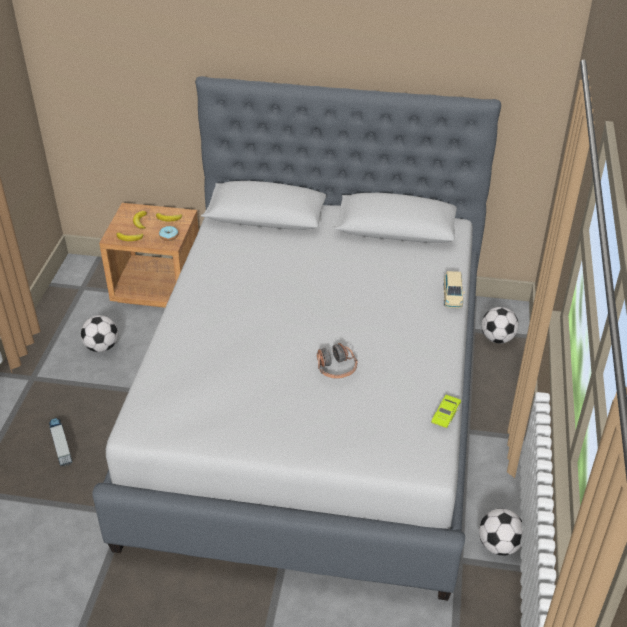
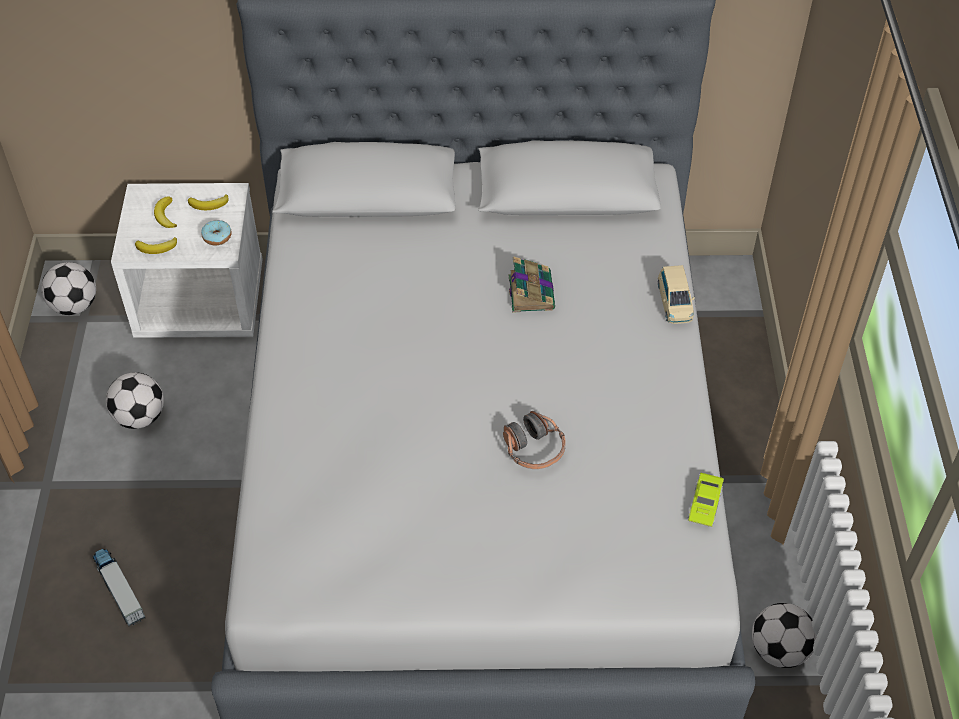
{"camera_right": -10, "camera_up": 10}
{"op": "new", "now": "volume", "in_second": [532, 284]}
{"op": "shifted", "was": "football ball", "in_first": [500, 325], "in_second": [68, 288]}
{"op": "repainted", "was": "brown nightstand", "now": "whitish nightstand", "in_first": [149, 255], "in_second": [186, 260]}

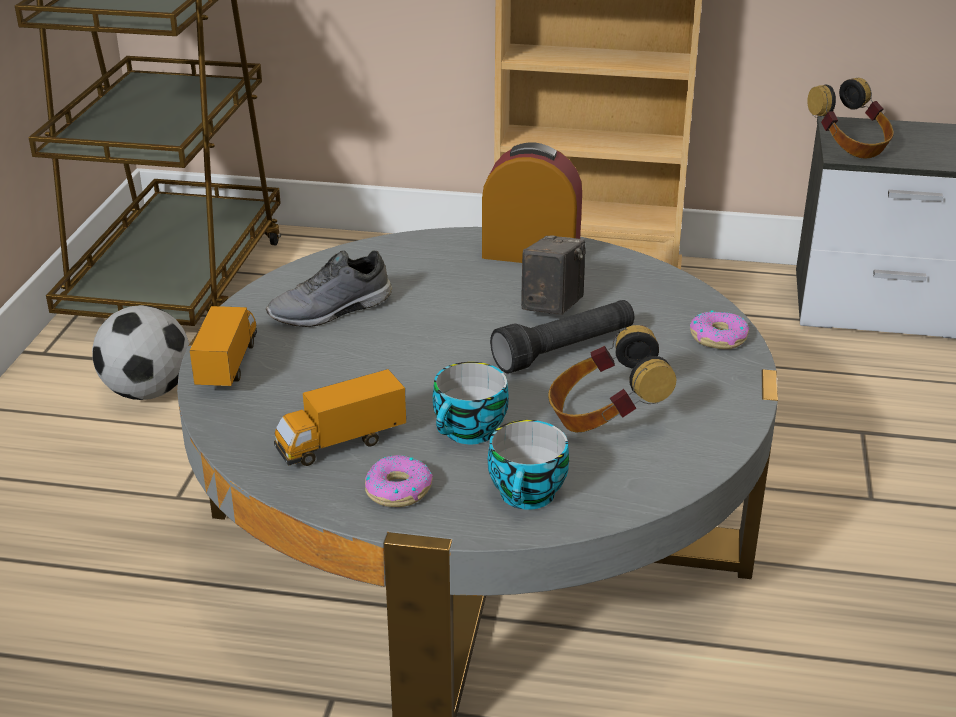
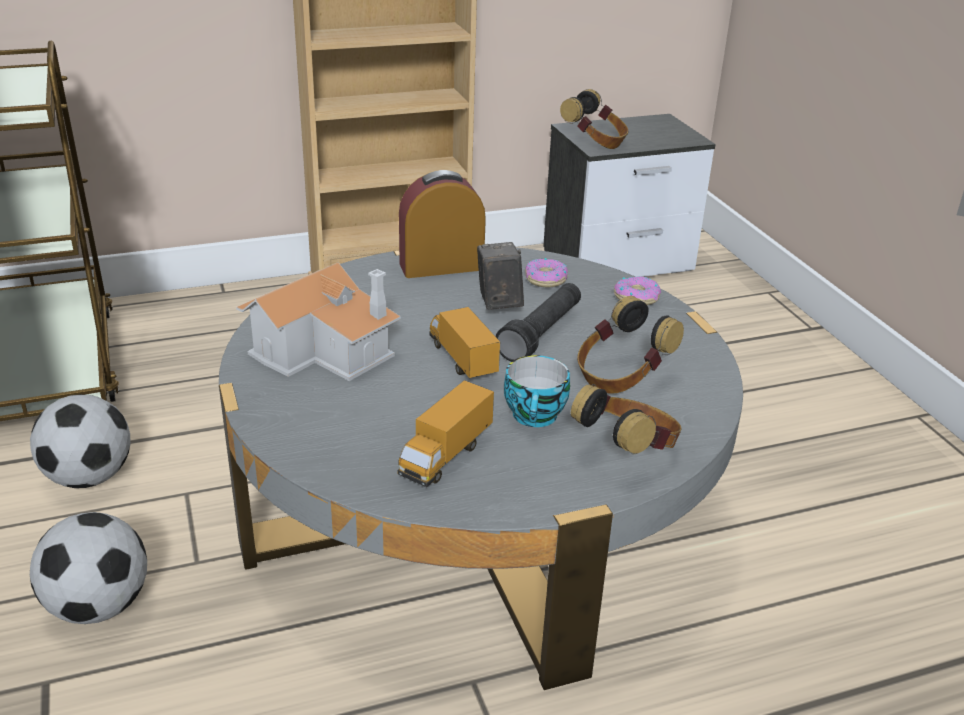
{"camera_right": -30, "camera_up": 0}
{"op": "new", "now": "football ball", "in_second": [88, 568]}
{"op": "shifted", "was": "toy lorry", "in_first": [223, 346], "in_second": [464, 342]}
{"op": "shifted", "was": "doughnut", "in_first": [399, 481], "in_second": [546, 273]}
{"op": "swapped", "was": "gray shoe", "now": "toy house", "in_first": [329, 288], "in_second": [318, 321]}
{"op": "swapped", "was": "cup", "now": "headset", "in_first": [528, 465], "in_second": [626, 419]}

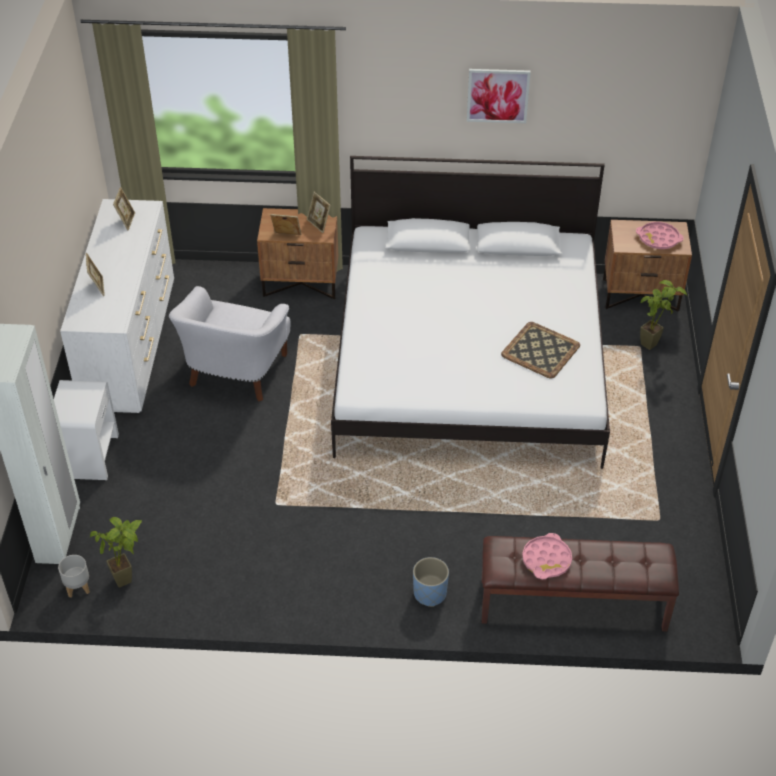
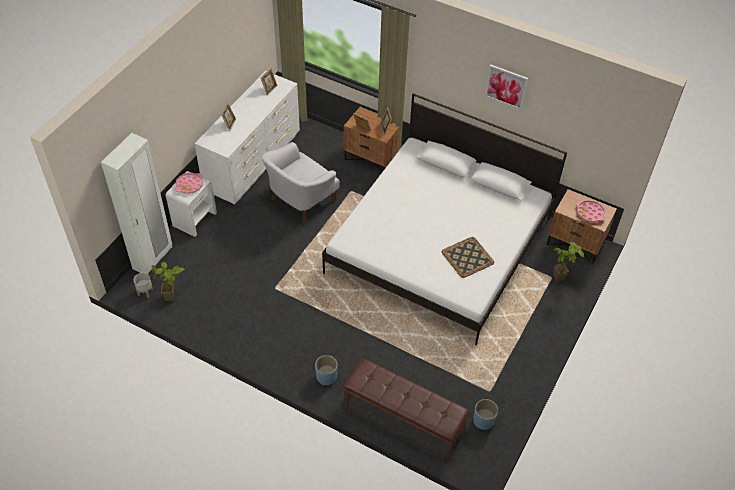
{"camera_right": 25, "camera_up": 5}
{"op": "new", "now": "blue-coloured flower pot", "in_second": [485, 414]}
{"op": "shifted", "was": "pinkish serving tray", "in_first": [547, 556], "in_second": [189, 183]}

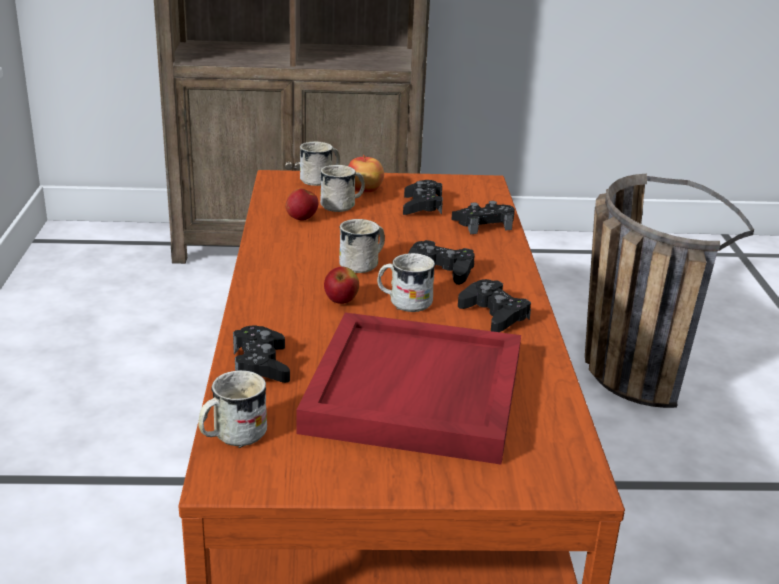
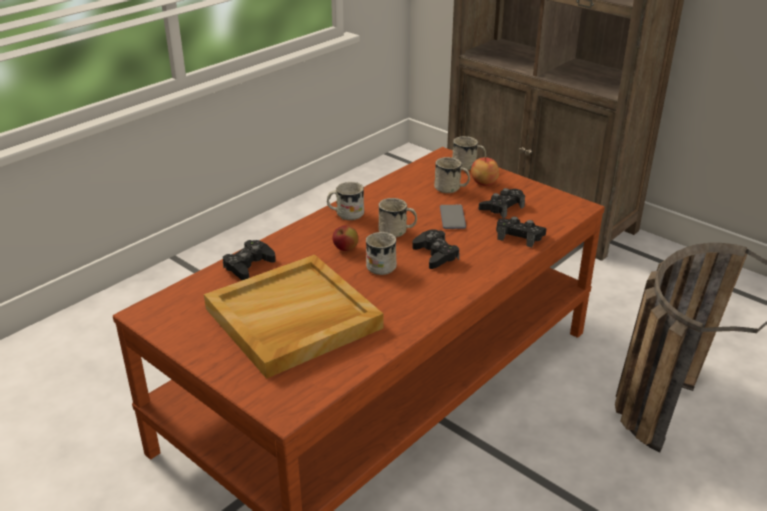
{"camera_right": 45, "camera_up": 5}
{"op": "gone", "was": "whole apple", "in_first": [302, 204]}
{"op": "gone", "was": "black gamepad", "in_first": [494, 305]}
{"op": "new", "now": "phone", "in_second": [453, 217]}
{"op": "shifted", "was": "whitish coffee mug", "in_first": [233, 409], "in_second": [345, 201]}
{"op": "repainted", "was": "red-coloured serving tray", "now": "beige serving tray", "in_first": [408, 388], "in_second": [293, 317]}

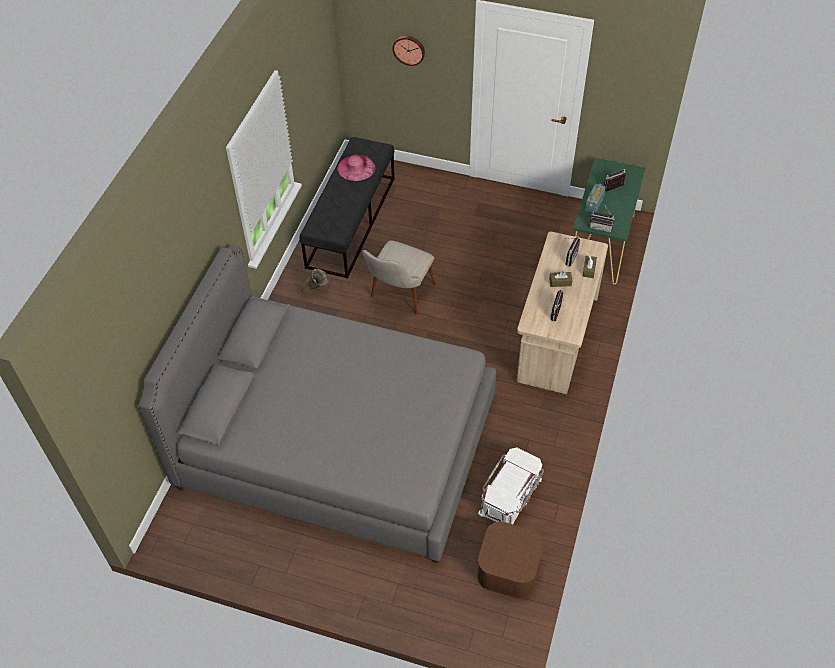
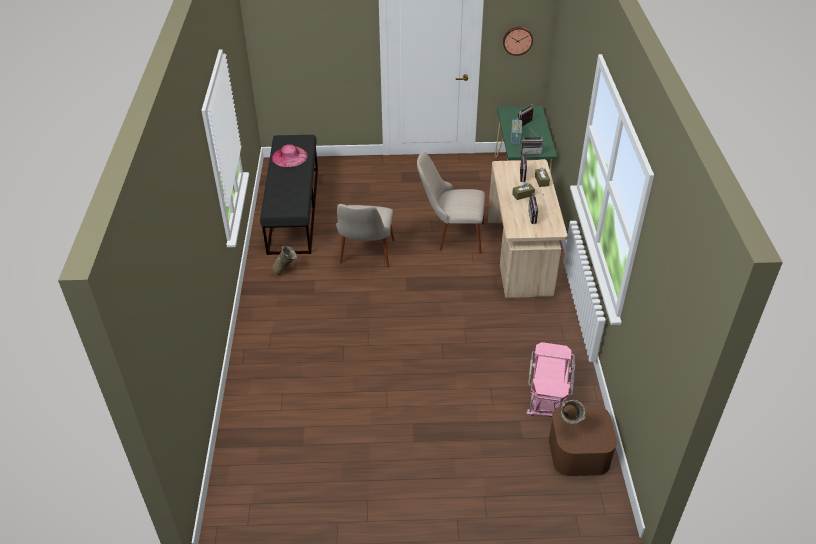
{"camera_right": -20, "camera_up": -10}
{"op": "gone", "was": "gray bedroom bed", "in_first": [317, 404]}
{"op": "new", "now": "beige plain chair", "in_second": [451, 203]}
{"op": "new", "now": "beige decorative vase", "in_second": [573, 412]}
{"op": "shifted", "was": "hanging clock", "in_first": [409, 51], "in_second": [518, 41]}
{"op": "repainted", "was": "whitish storage container", "now": "pinkish storage container", "in_first": [510, 485], "in_second": [551, 379]}

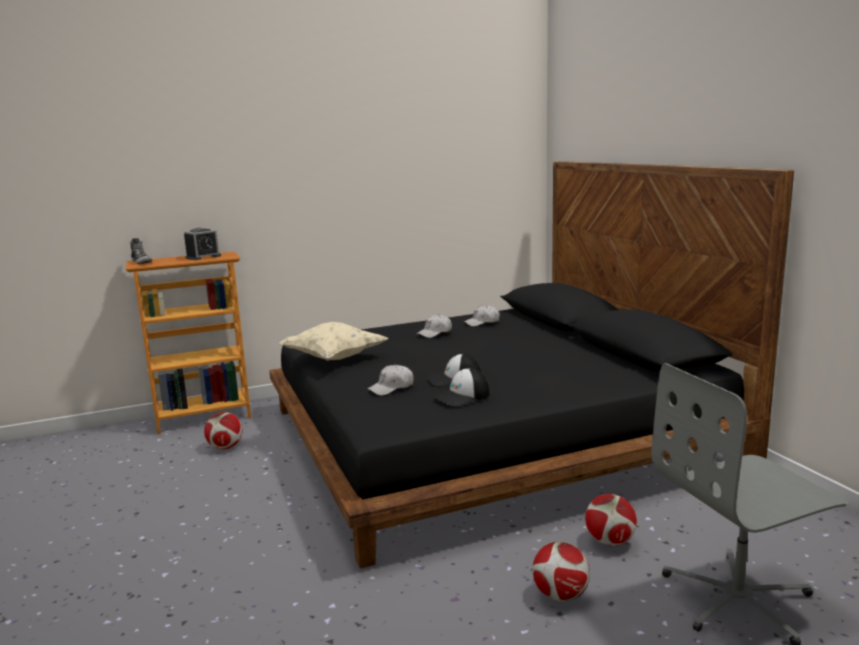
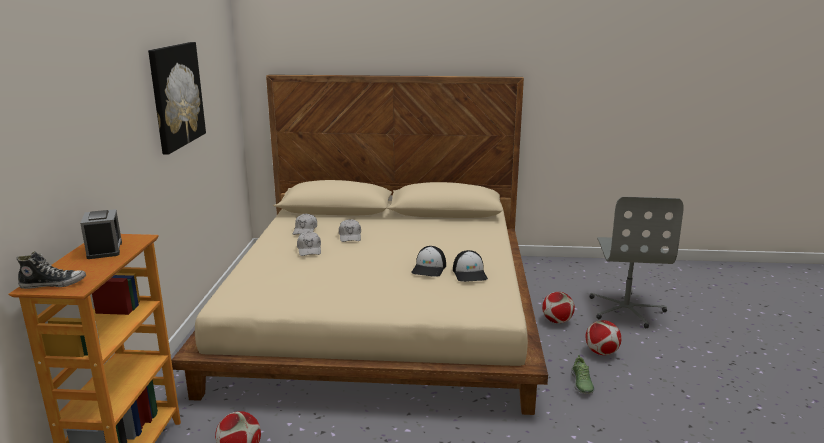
{"camera_right": -65, "camera_up": 5}
{"op": "gone", "was": "beige throw pillow", "in_first": [333, 341]}
{"op": "new", "now": "wall picture", "in_second": [177, 98]}
{"op": "new", "now": "shoe", "in_second": [582, 374]}
{"op": "shifted", "was": "whitish peaked cap", "in_first": [390, 380], "in_second": [350, 230]}
{"op": "repainted", "was": "black bedroom bed", "now": "beige bedroom bed", "in_first": [531, 365], "in_second": [359, 244]}

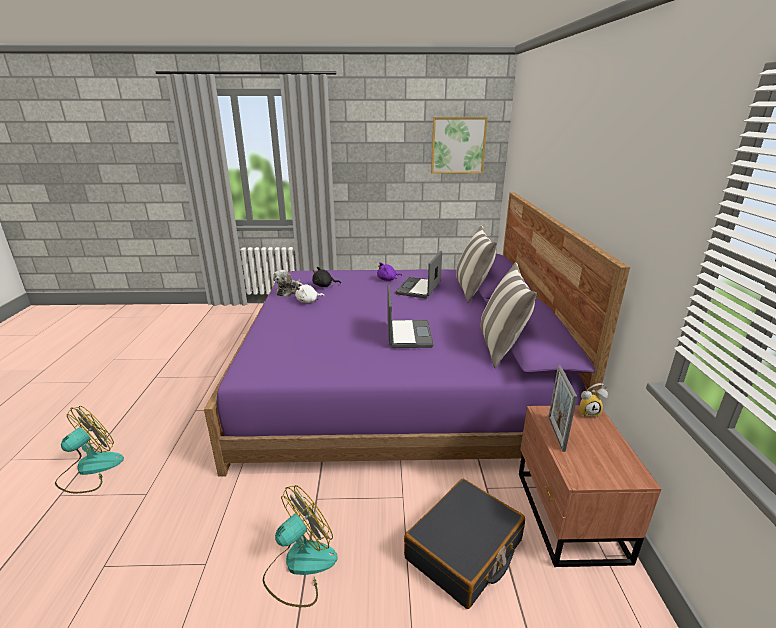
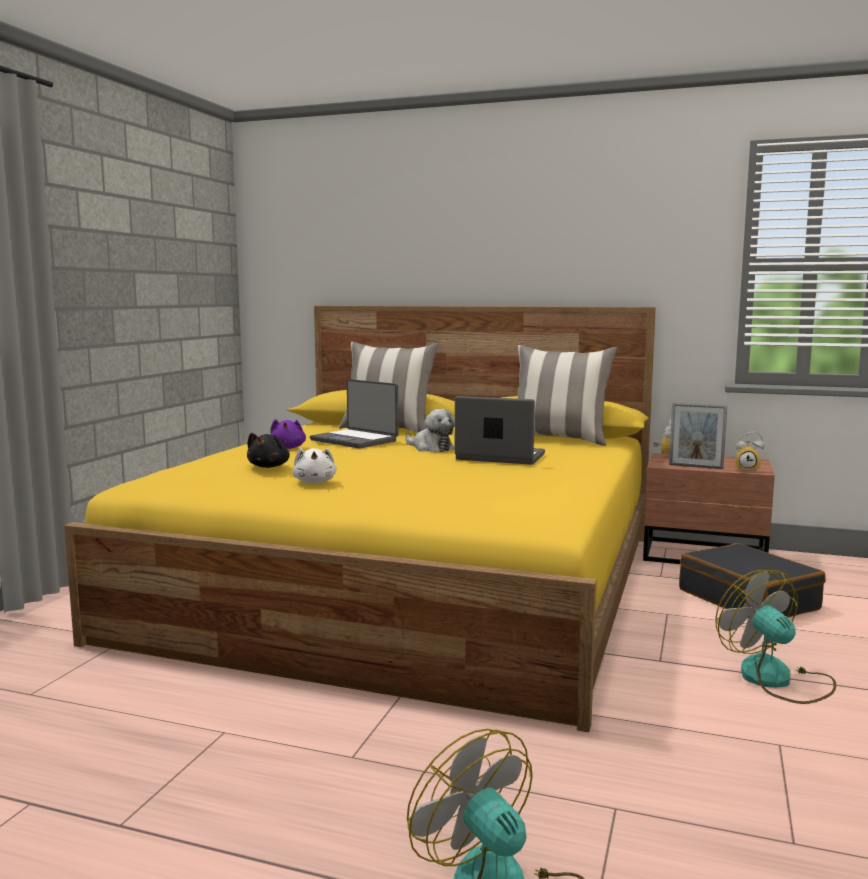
{"camera_right": -70, "camera_up": -15}
{"op": "gone", "was": "wall picture", "in_first": [459, 145]}
{"op": "new", "now": "alarm clock", "in_second": [749, 452]}
{"op": "shifted", "was": "soft toy", "in_first": [287, 283], "in_second": [430, 430]}
{"op": "repainted", "was": "purple bedroom bed", "now": "yellowish bedroom bed", "in_first": [417, 335], "in_second": [360, 519]}

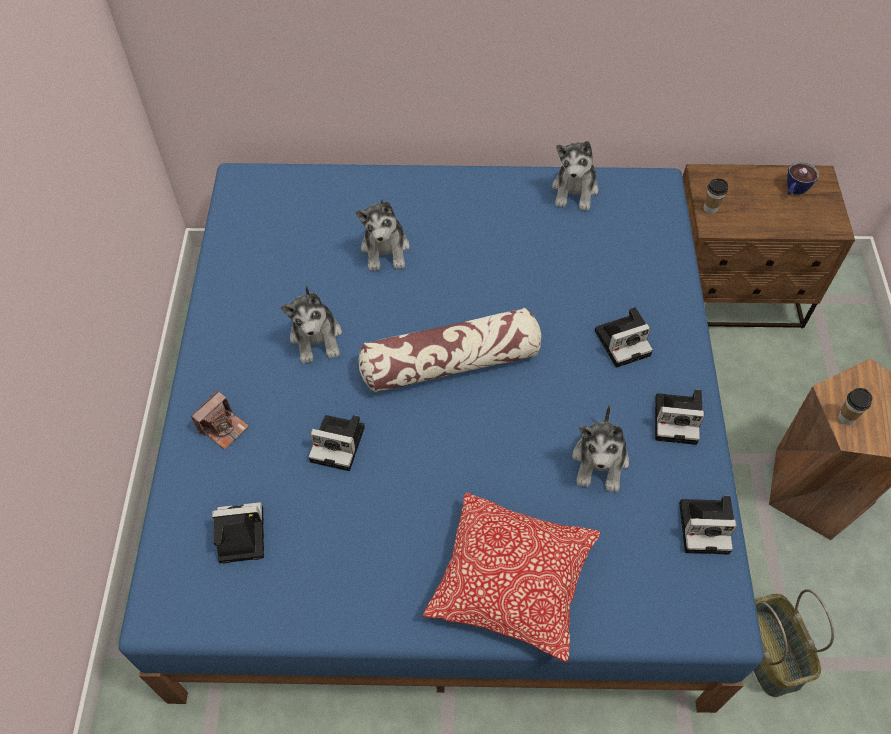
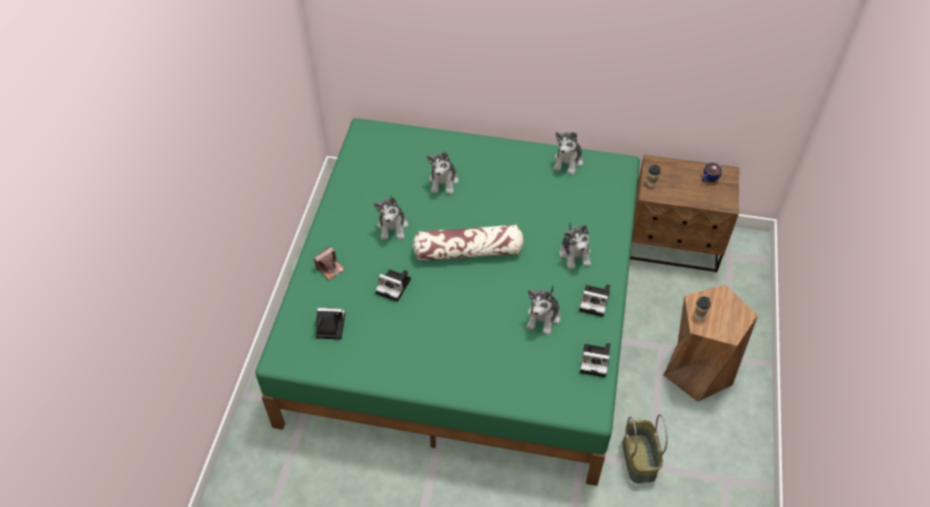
{"camera_right": 10, "camera_up": -5}
{"op": "gone", "was": "throw pillow", "in_first": [511, 577]}
{"op": "swapped", "was": "still camera", "now": "soft toy", "in_first": [624, 337], "in_second": [575, 245]}
{"op": "repainted", "was": "blue-coloured bedroom bed", "now": "green-coloured bedroom bed", "in_first": [441, 438], "in_second": [447, 302]}

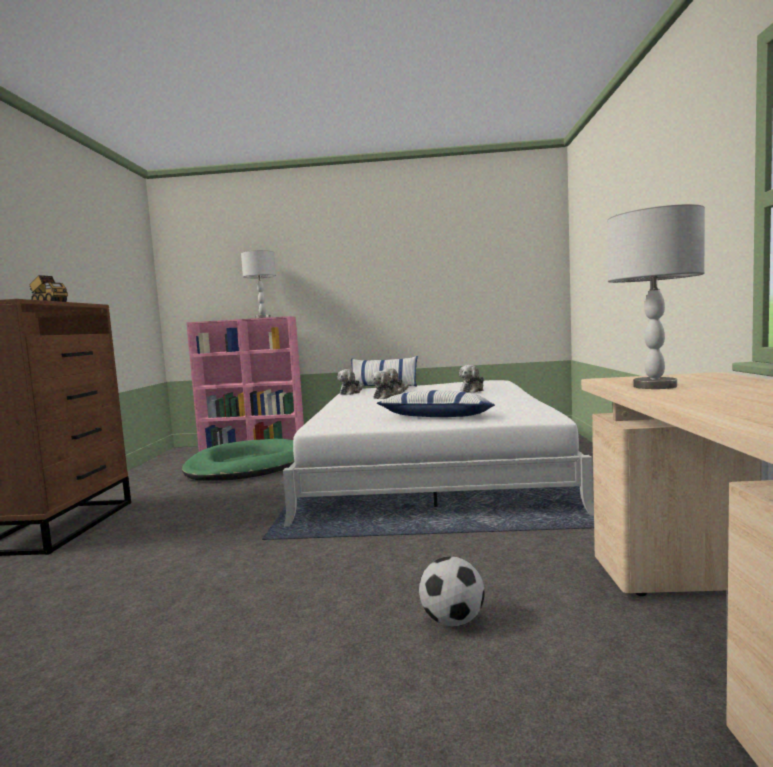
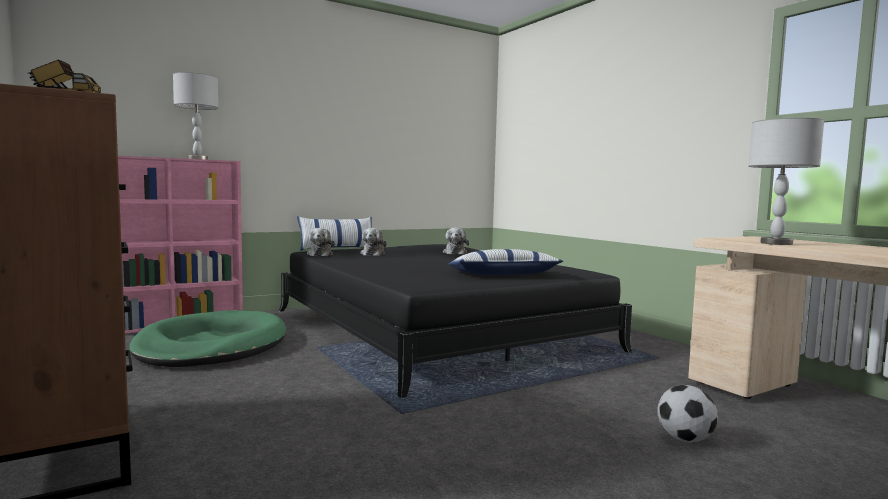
{"camera_right": -35, "camera_up": 0}
{"op": "gone", "was": "soft toy", "in_first": [387, 385]}
{"op": "repainted", "was": "whitish bedroom bed", "now": "black bedroom bed", "in_first": [438, 453], "in_second": [455, 321]}

